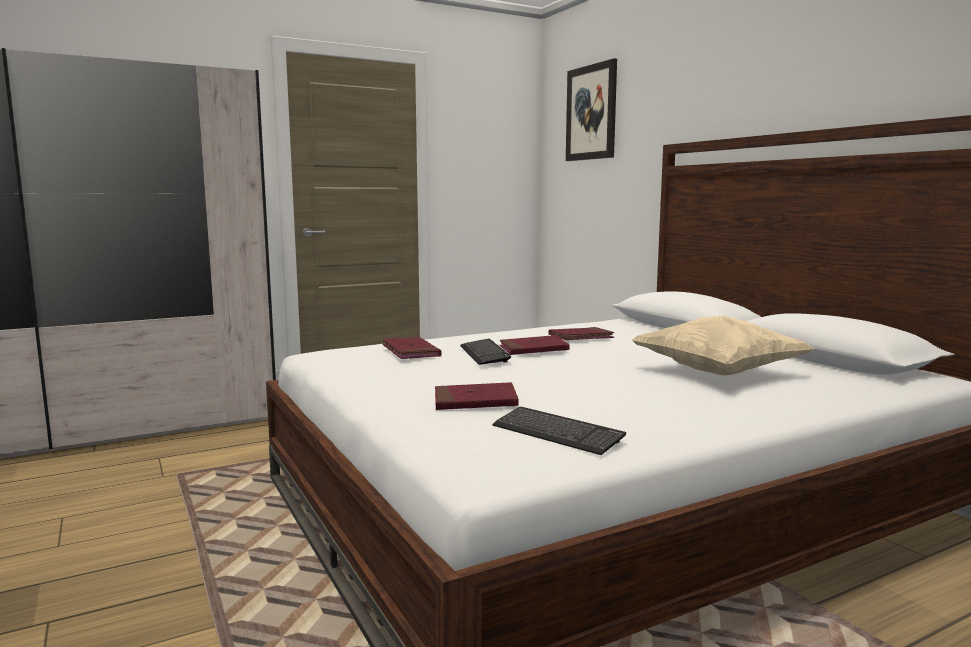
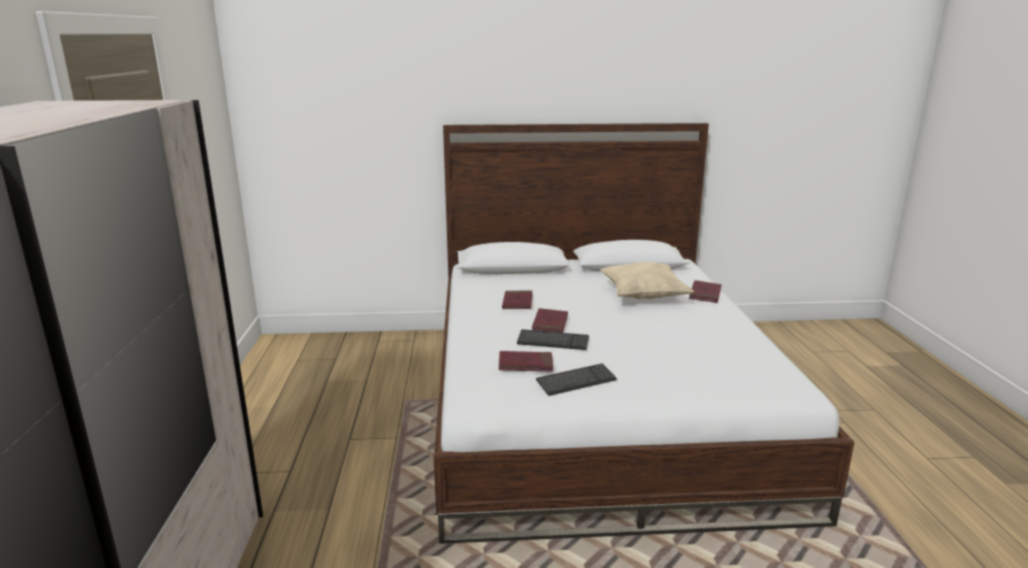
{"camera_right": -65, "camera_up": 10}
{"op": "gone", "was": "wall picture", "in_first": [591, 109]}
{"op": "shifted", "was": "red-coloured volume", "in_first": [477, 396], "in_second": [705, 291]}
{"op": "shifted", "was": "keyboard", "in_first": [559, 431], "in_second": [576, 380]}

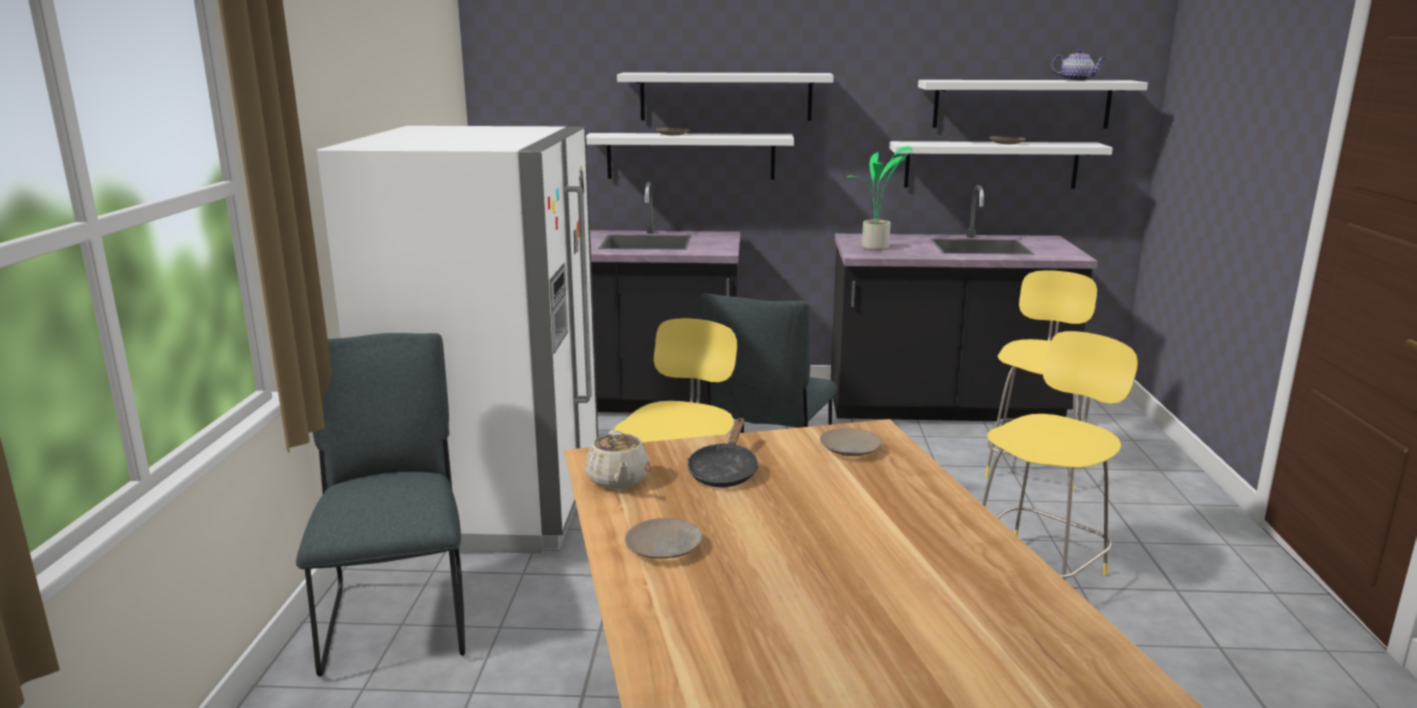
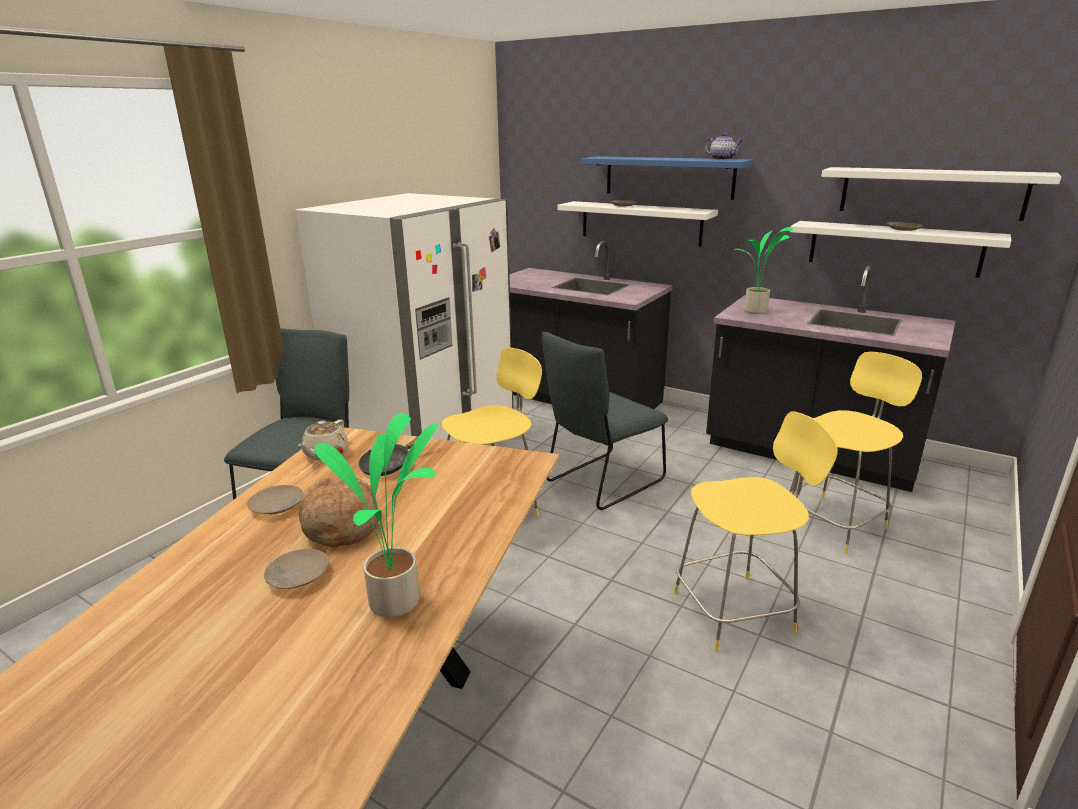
{"camera_right": 30, "camera_up": 5}
{"op": "new", "now": "baked bread", "in_second": [338, 512]}
{"op": "new", "now": "plant in a pot", "in_second": [376, 515]}
{"op": "shifted", "was": "beige plate", "in_first": [851, 442], "in_second": [296, 569]}
{"op": "shifted", "was": "pot for tea", "in_first": [1078, 65], "in_second": [724, 146]}
{"op": "repainted", "was": "whitish wall shelf", "now": "blue-coloured wall shelf", "in_first": [725, 97], "in_second": [667, 178]}

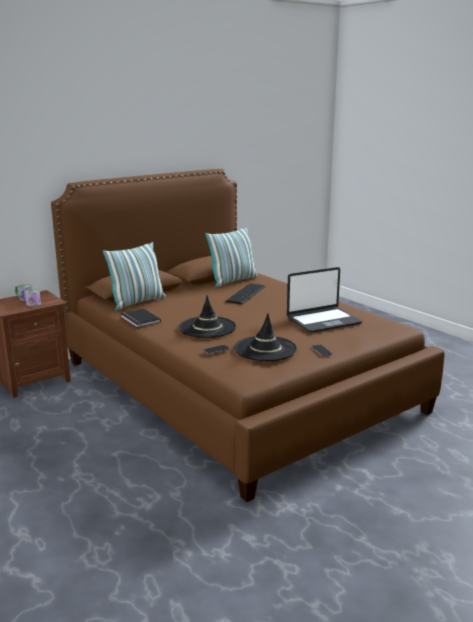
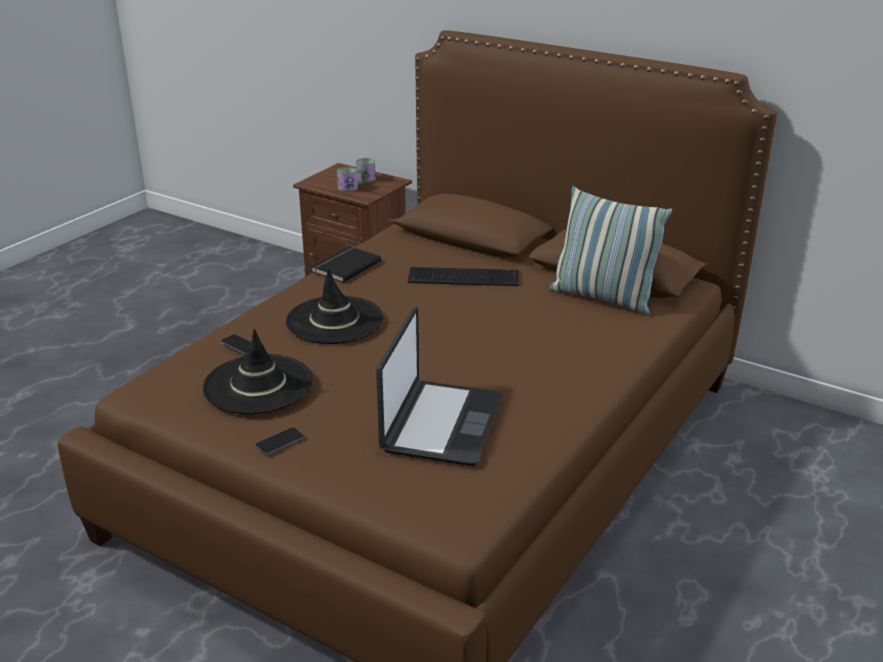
{"camera_right": 70, "camera_up": 10}
{"op": "gone", "was": "throw pillow", "in_first": [134, 276]}
{"op": "shifted", "was": "keyboard", "in_first": [245, 294], "in_second": [463, 276]}
{"op": "rotated", "was": "portable computer", "in_first": [325, 300], "in_second": [439, 386], "clockwise": -120}

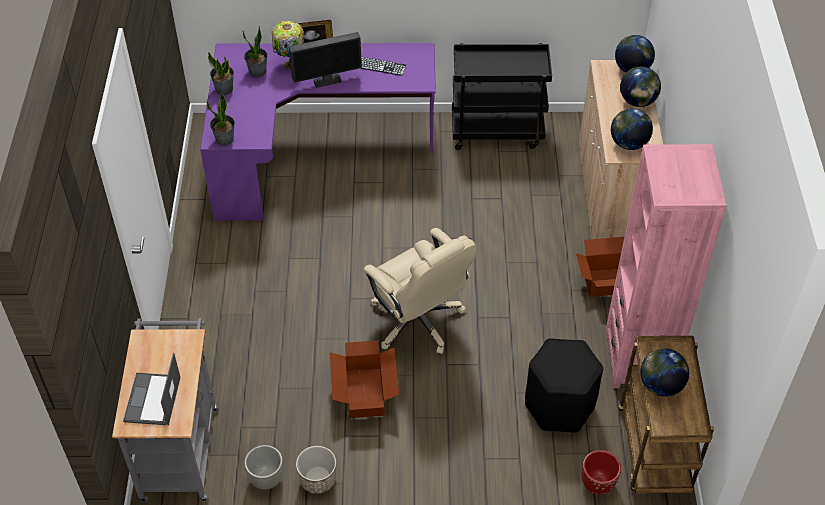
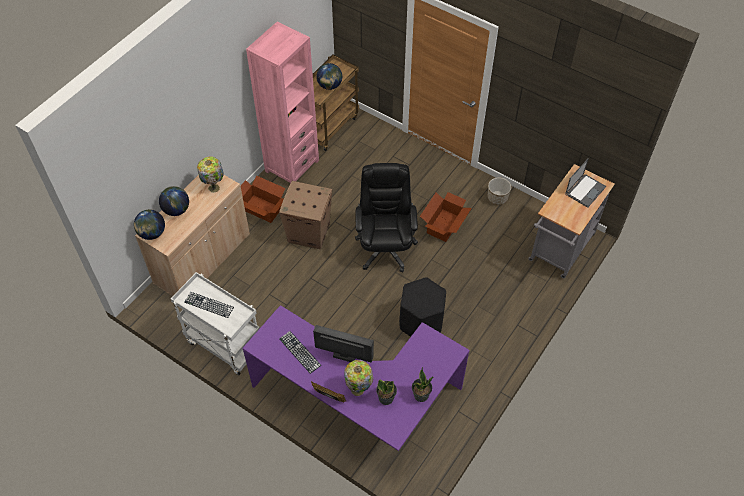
{"camera_right": -145, "camera_up": 5}
{"op": "gone", "was": "plant in a pot", "in_first": [221, 119]}
{"op": "gone", "was": "gray flower pot", "in_first": [263, 467]}
{"op": "gone", "was": "red-coloured flower pot", "in_first": [601, 472]}
{"op": "new", "now": "keyboard", "in_second": [209, 305]}
{"op": "new", "now": "packing box", "in_second": [305, 215]}
{"op": "shifted", "was": "black sitting stool", "in_first": [564, 385], "in_second": [422, 307]}
{"op": "swapped", "was": "world globe", "now": "tabletop lamp", "in_first": [632, 129], "in_second": [210, 175]}
{"op": "repainted", "was": "beige computer chair", "now": "black computer chair", "in_first": [420, 291], "in_second": [386, 217]}
{"op": "repainted", "was": "black wheeled cart", "now": "whitish wheeled cart", "in_first": [502, 96], "in_second": [215, 323]}

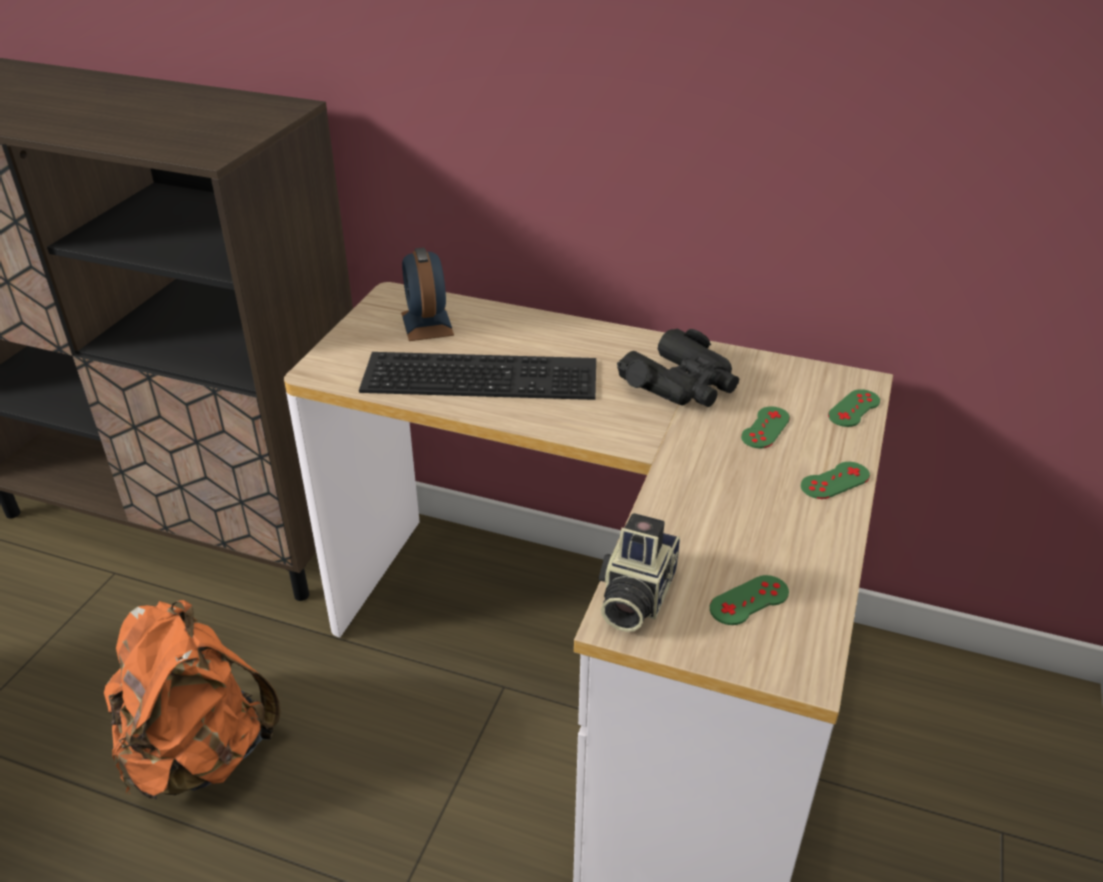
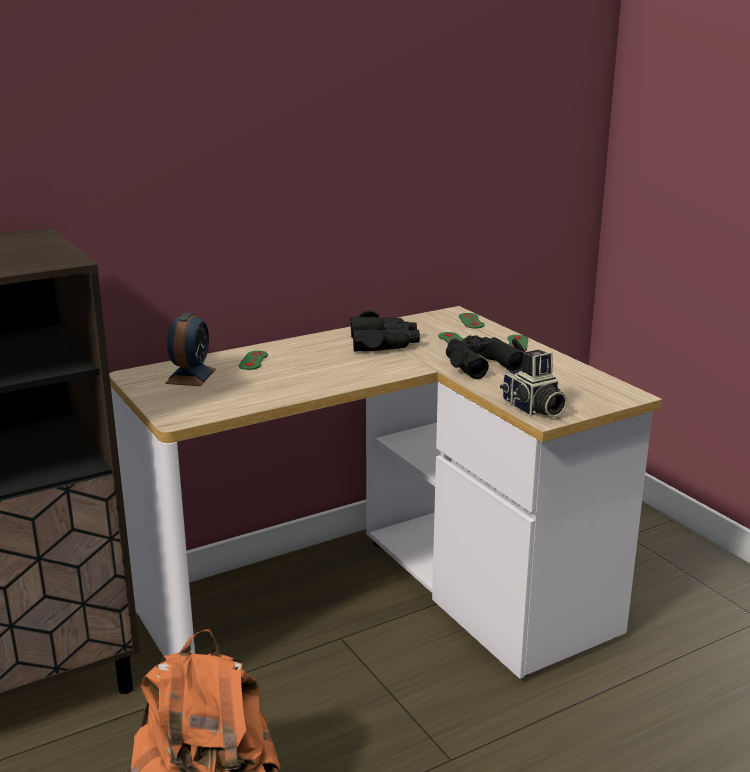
{"camera_right": -50, "camera_up": -15}
{"op": "gone", "was": "keyboard", "in_first": [477, 376]}
{"op": "new", "now": "black binoculars", "in_second": [485, 357]}
{"op": "shifted", "was": "green-coloured gamepad", "in_first": [749, 600], "in_second": [253, 360]}
{"op": "rotated", "was": "alarm clock", "in_first": [427, 294], "in_second": [190, 349], "clockwise": -105}

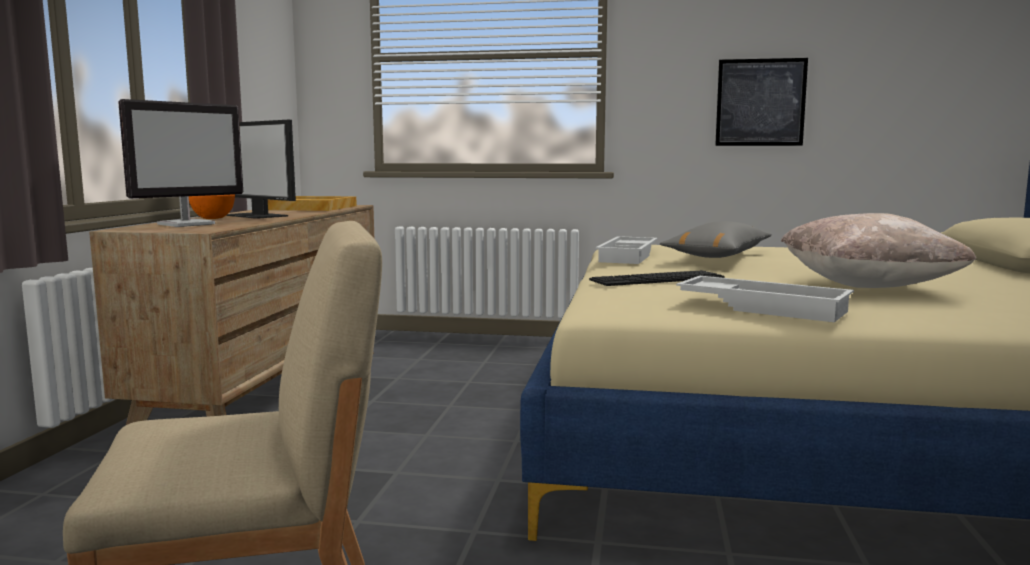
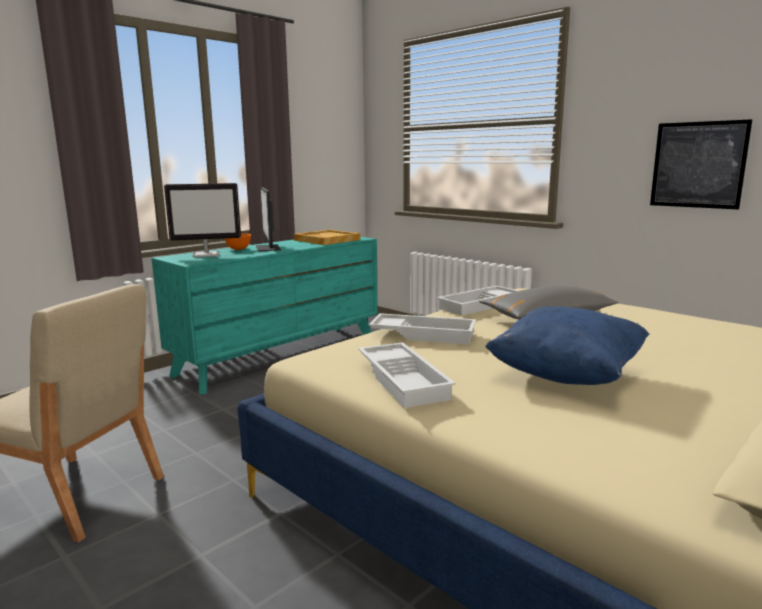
{"camera_right": 35, "camera_up": 5}
{"op": "swapped", "was": "keyboard", "now": "whitish serving tray", "in_first": [657, 278], "in_second": [422, 328]}
{"op": "repainted", "was": "brown chest of drawers", "now": "turquoise-coloured chest of drawers", "in_first": [231, 315], "in_second": [264, 315]}
{"op": "repainted", "was": "beige throw pillow", "now": "blue-coloured throw pillow", "in_first": [878, 250], "in_second": [567, 345]}

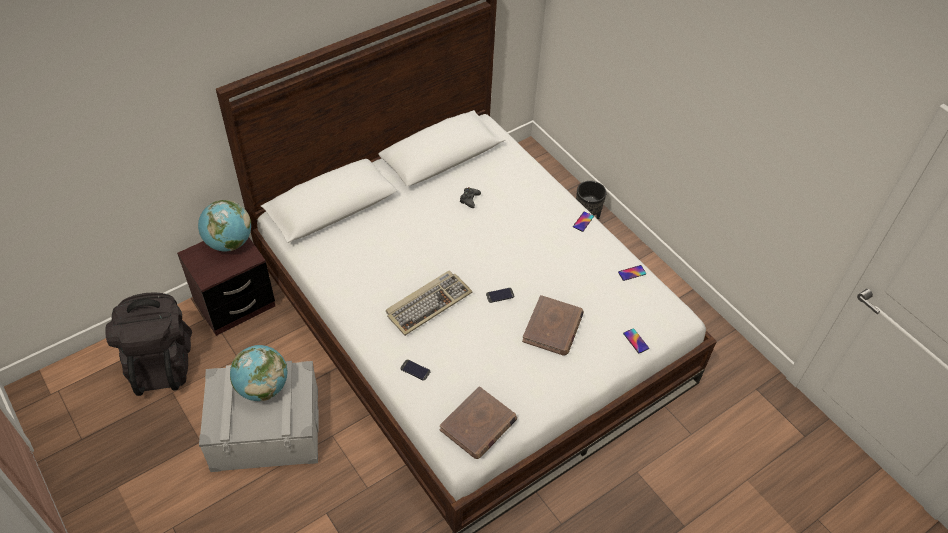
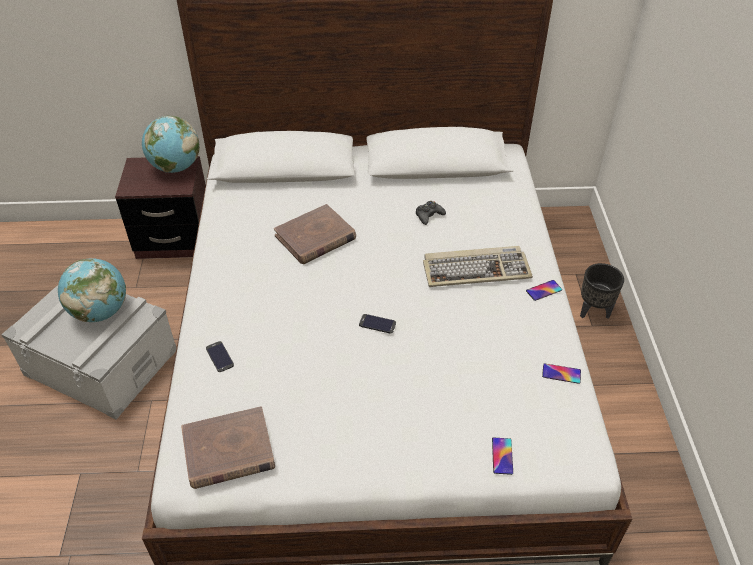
{"camera_right": 35, "camera_up": -5}
{"op": "gone", "was": "black rucksack", "in_first": [148, 344]}
{"op": "shifted", "was": "keyboard", "in_first": [429, 303], "in_second": [478, 266]}
{"op": "shifted", "was": "brown volume", "in_first": [553, 325], "in_second": [315, 234]}

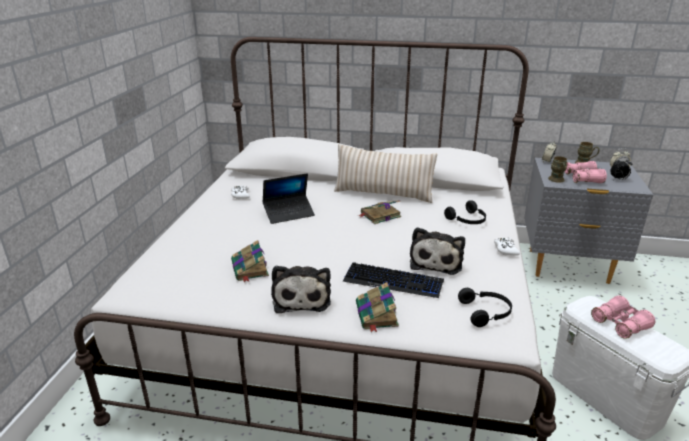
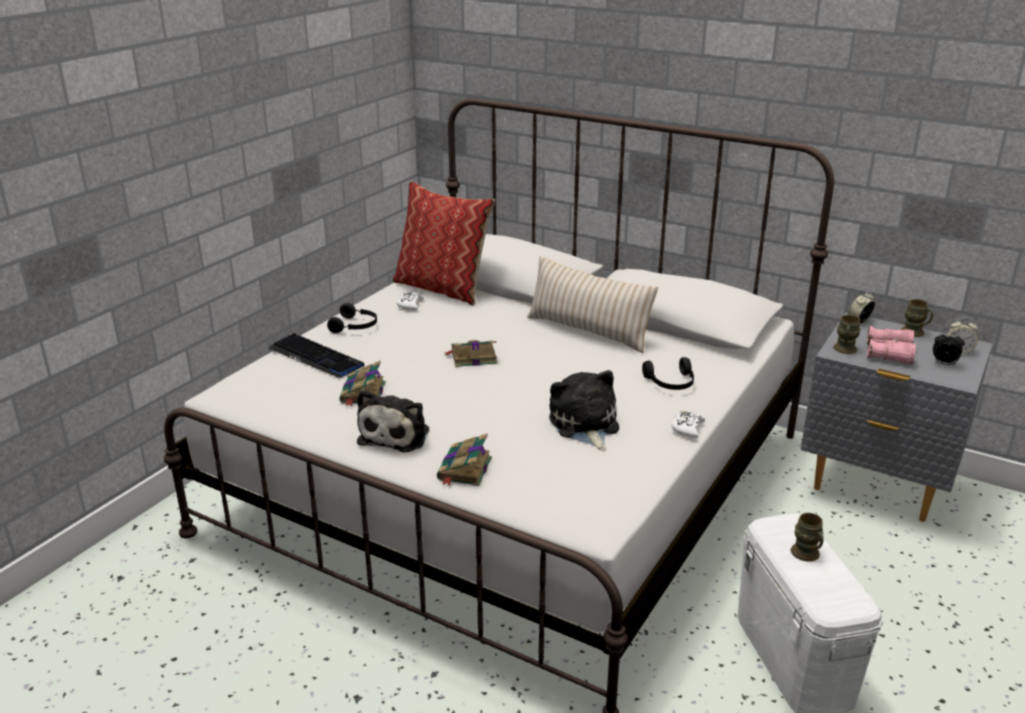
{"camera_right": 20, "camera_up": 0}
{"op": "gone", "was": "portable computer", "in_first": [288, 198]}
{"op": "new", "now": "throw pillow", "in_second": [443, 243]}
{"op": "shifted", "was": "keyboard", "in_first": [393, 280], "in_second": [316, 355]}
{"op": "shifted", "was": "volume", "in_first": [379, 212], "in_second": [470, 353]}
{"op": "shifted", "was": "black headset", "in_first": [485, 307], "in_second": [352, 318]}
{"op": "swapped", "was": "pinkish binoculars", "now": "brown coffee mug", "in_first": [623, 317], "in_second": [807, 537]}
{"op": "rotated", "was": "soft toy", "in_first": [437, 251], "in_second": [584, 410], "clockwise": 135}

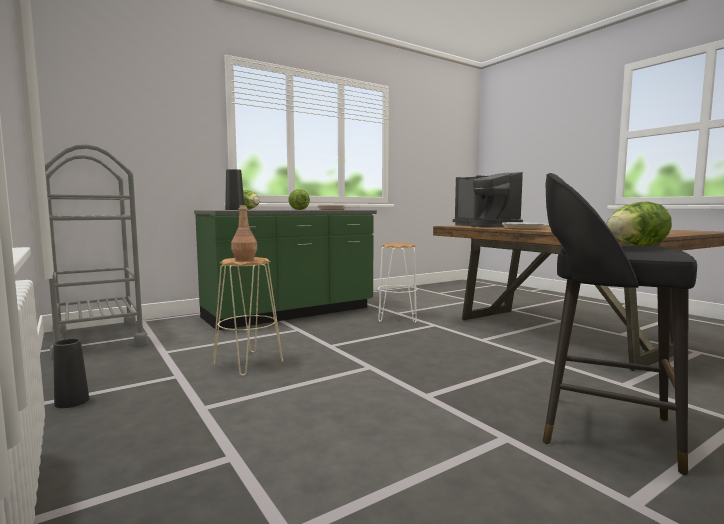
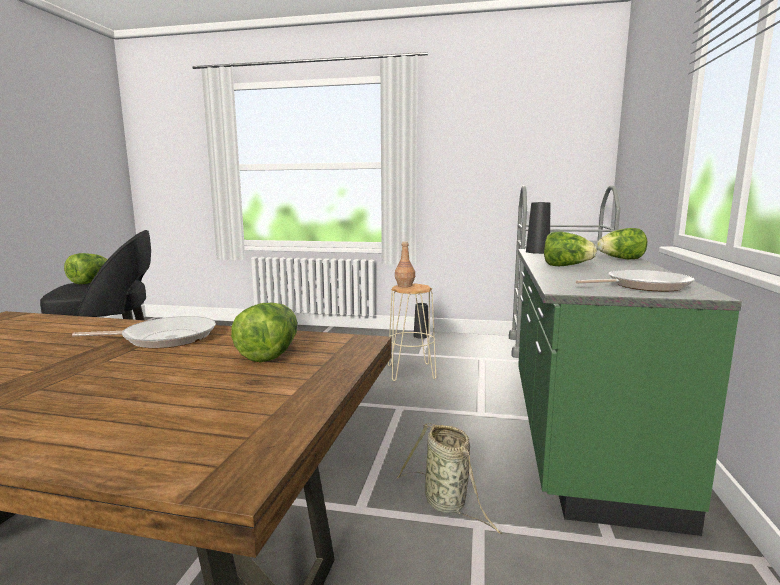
{"camera_right": 135, "camera_up": 5}
{"op": "swapped", "was": "whitish sitting stool", "now": "storage basket", "in_first": [398, 283], "in_second": [449, 478]}
{"op": "swapped", "was": "coffee machine", "now": "head of lettuce", "in_first": [488, 199], "in_second": [264, 332]}

